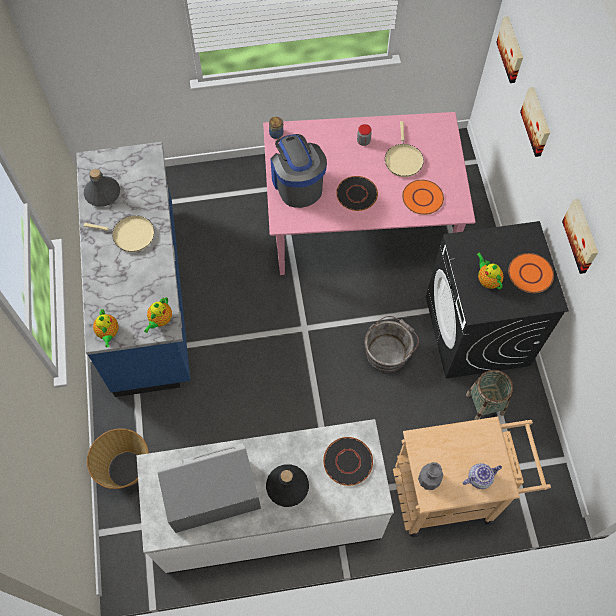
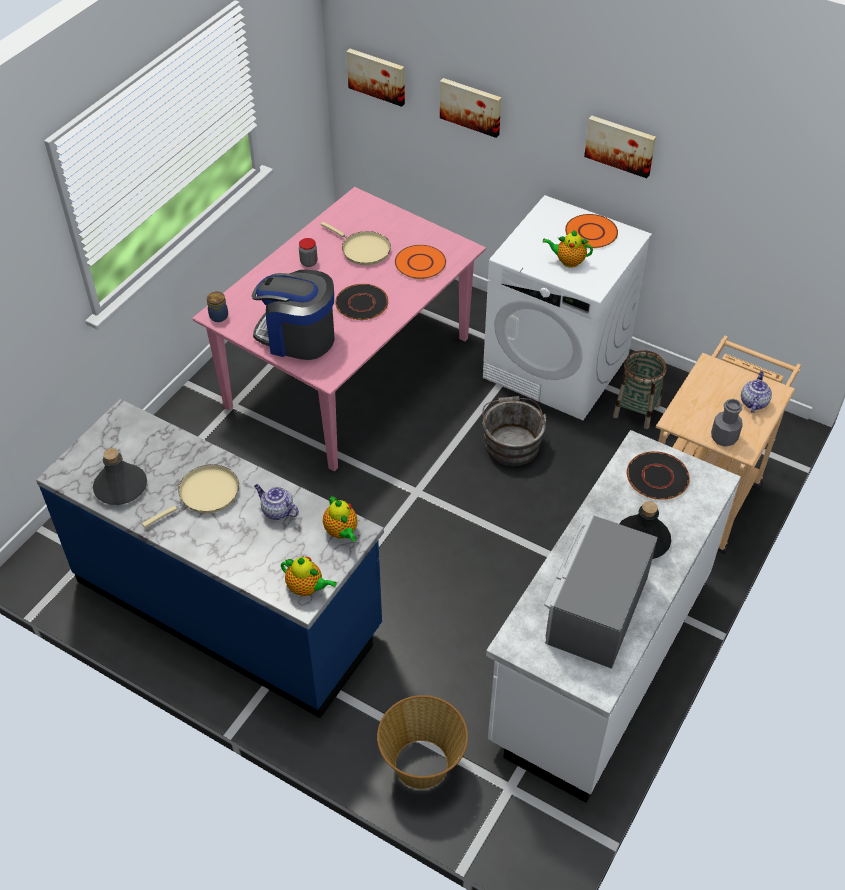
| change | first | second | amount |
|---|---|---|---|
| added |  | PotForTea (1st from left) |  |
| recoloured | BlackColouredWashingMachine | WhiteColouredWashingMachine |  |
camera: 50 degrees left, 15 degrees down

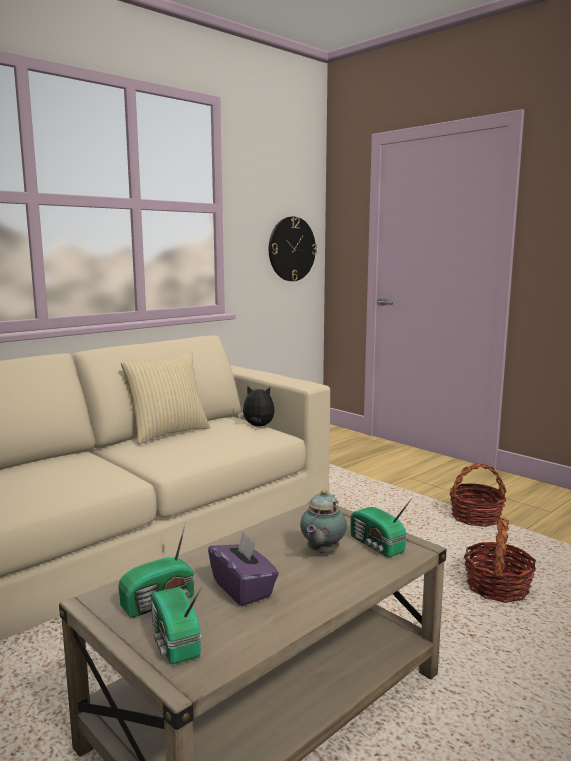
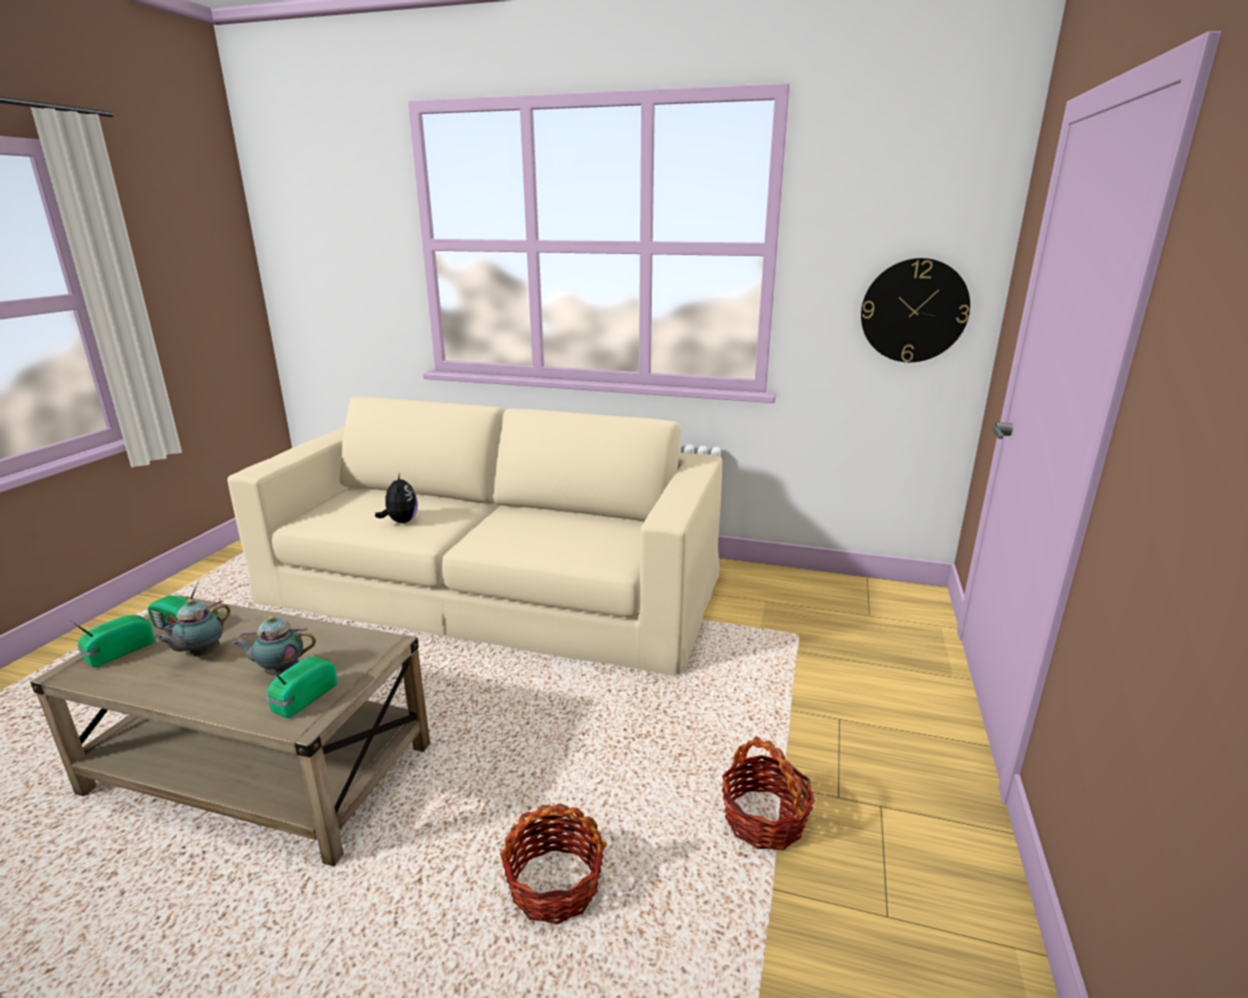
| change | first | second | amount |
|---|---|---|---|
| replaced | PurplishTissueBox | PotForTea (1st from left) |  |
| moved | PlushToy |  |  |
| removed | Pillow |  |  |
camera: 60 degrees right, 10 degrees up

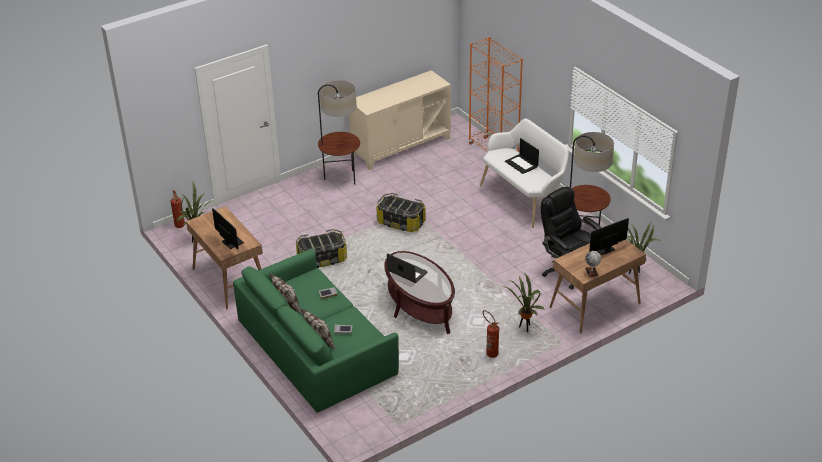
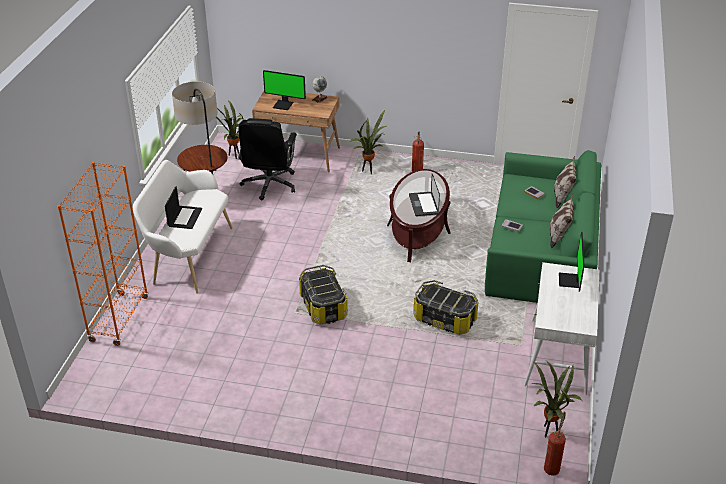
| change | first | second | amount |
|---|---|---|---|
| recoloured | BrownDeskTable (1st from left) | WhiteColouredDeskTable |  |
| removed | StandardLamp (1st from left) |  |  |
| removed | BeigeCabinet |  |  |
camera: 135 degrees left, 0 degrees up

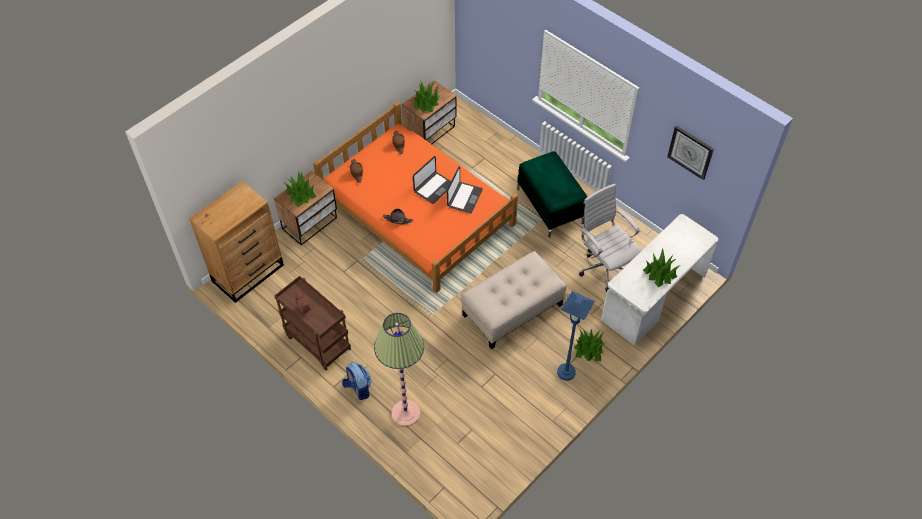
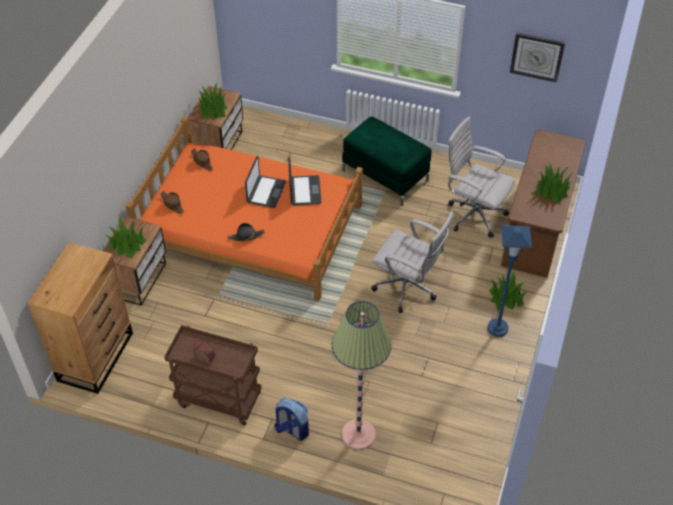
| change | first | second | amount |
|---|---|---|---|
| replaced | BeigeFootrest | WhiteColouredDeskChair (1st from left) |  |
| recoloured | WhiteColouredDeskTable | BrownDeskTable |  |
camera: 25 degrees left, 5 degrees down

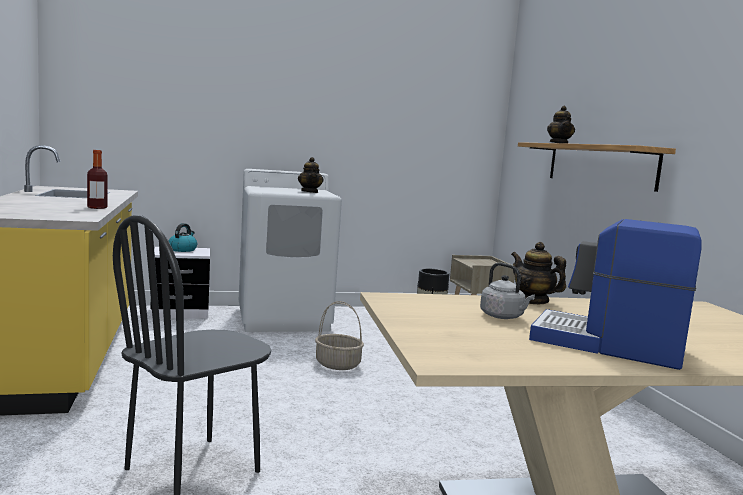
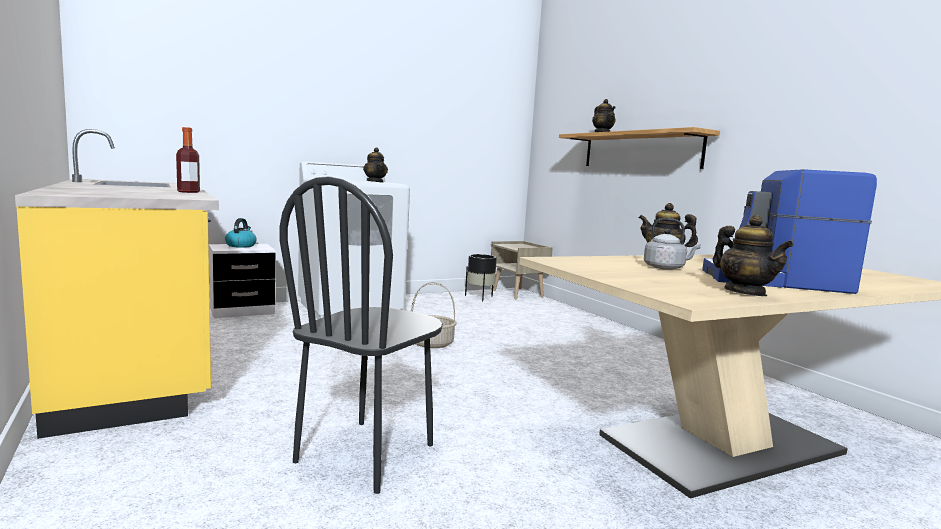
| change | first | second | amount |
|---|---|---|---|
| added |  | PotForTea (4th from left) |  |
camera: 15 degrees left, 0 degrees up

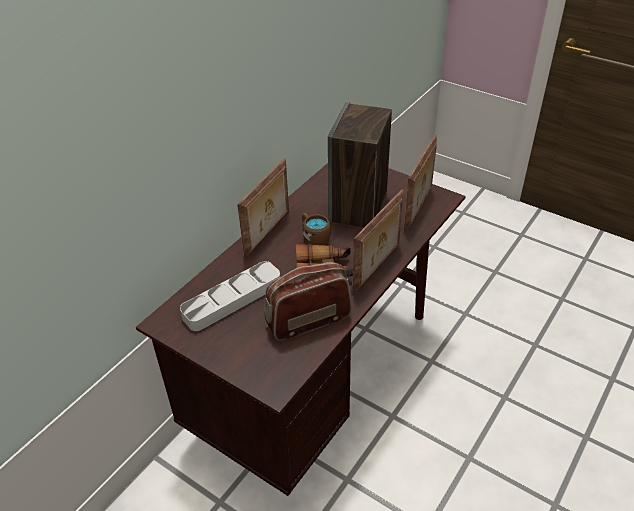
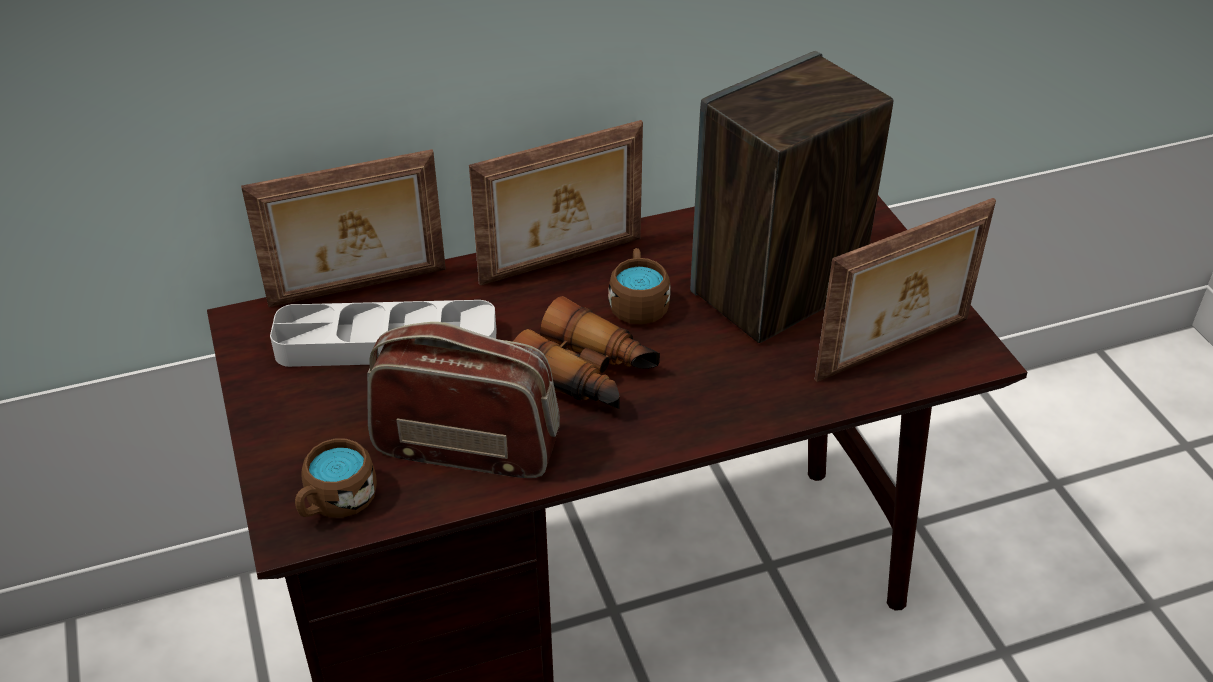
| change | first | second | amount |
|---|---|---|---|
| moved | PhotoFrame (2nd from left in the first image) | PhotoFrame (1st from left) |  |
| added |  | BrownMug (1st from left) |  |
camera: 35 degrees right, 0 degrees up

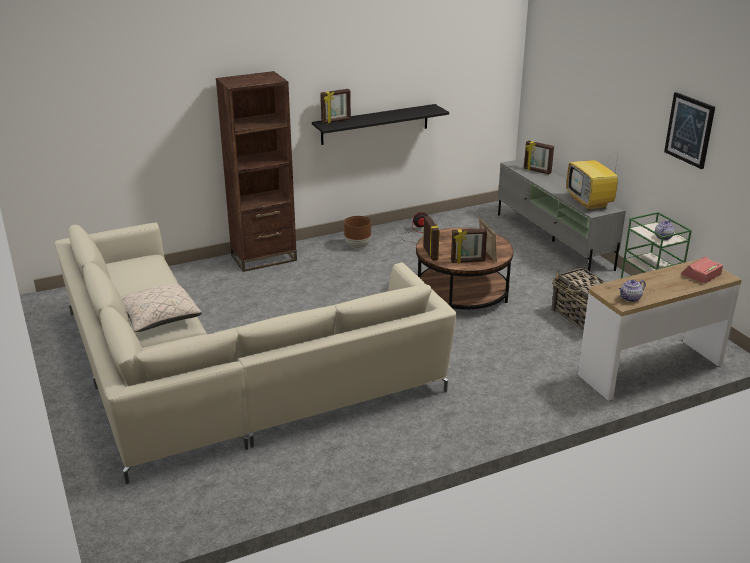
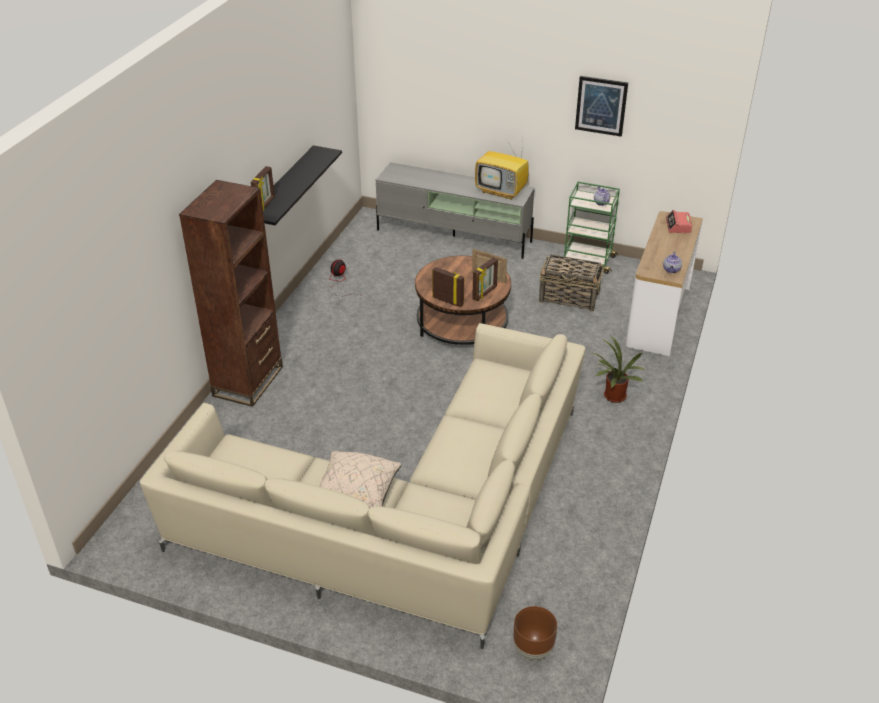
| change | first | second | amount |
|---|---|---|---|
| moved | BrownFlowerPot |  |  |
| added |  | PlantInAPot |  |
| removed | PhotoFrame (5th from left) |  |  |
camera: 45 degrees left, 10 degrees up

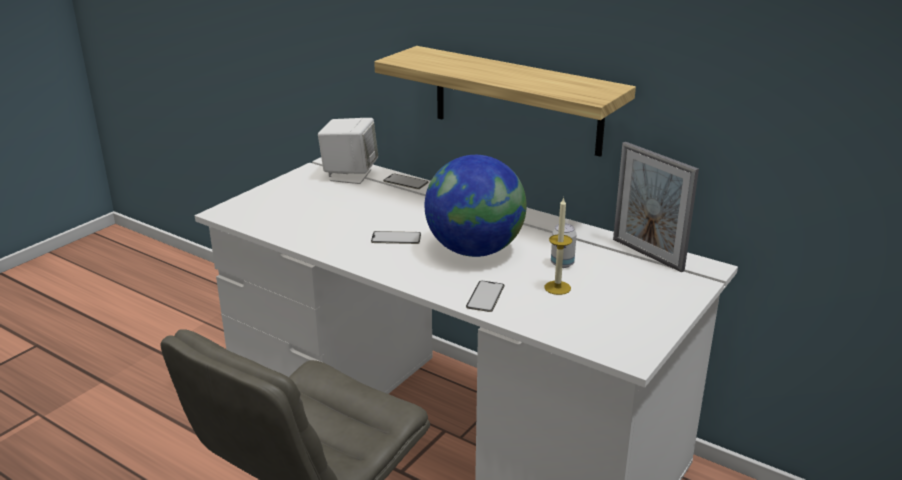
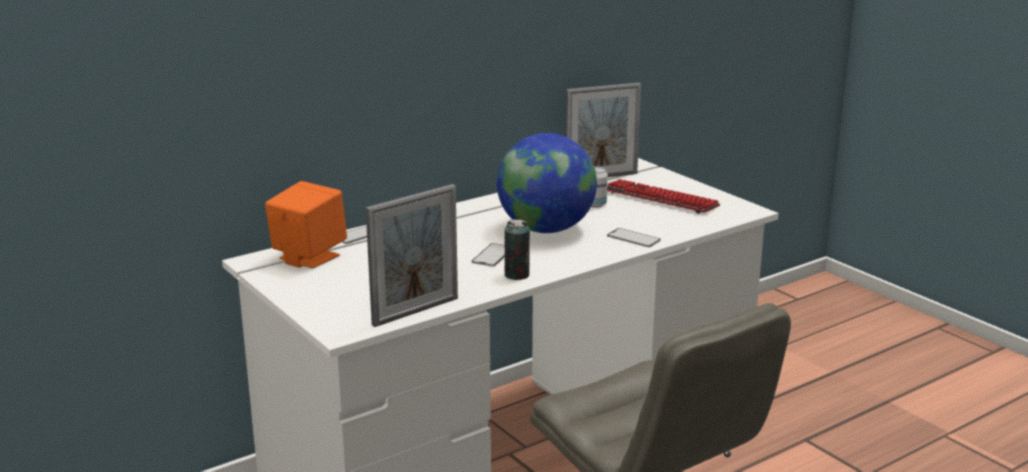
| change | first | second | amount |
|---|---|---|---|
| recoloured | WhiteColouredAudioSpeaker | OrangeAudioSpeaker |  |
| added |  | PhotoFrame (1st from left) |  |
| added |  | MetalCan (1st from left) |  |
| added |  | ComputerKeyboard |  |
| removed | Shelf |  |  |
| removed | WaxCandle |  |  |
camera: 70 degrees left, 5 degrees down

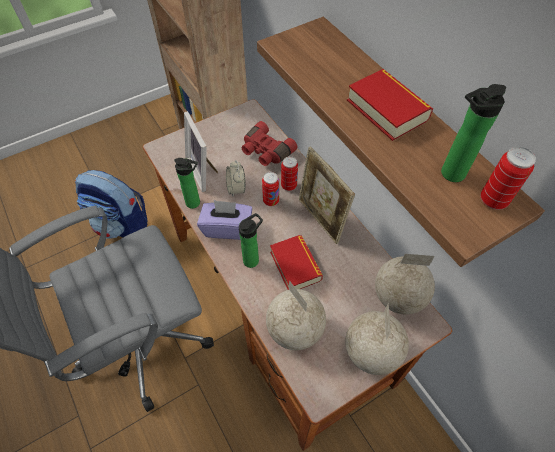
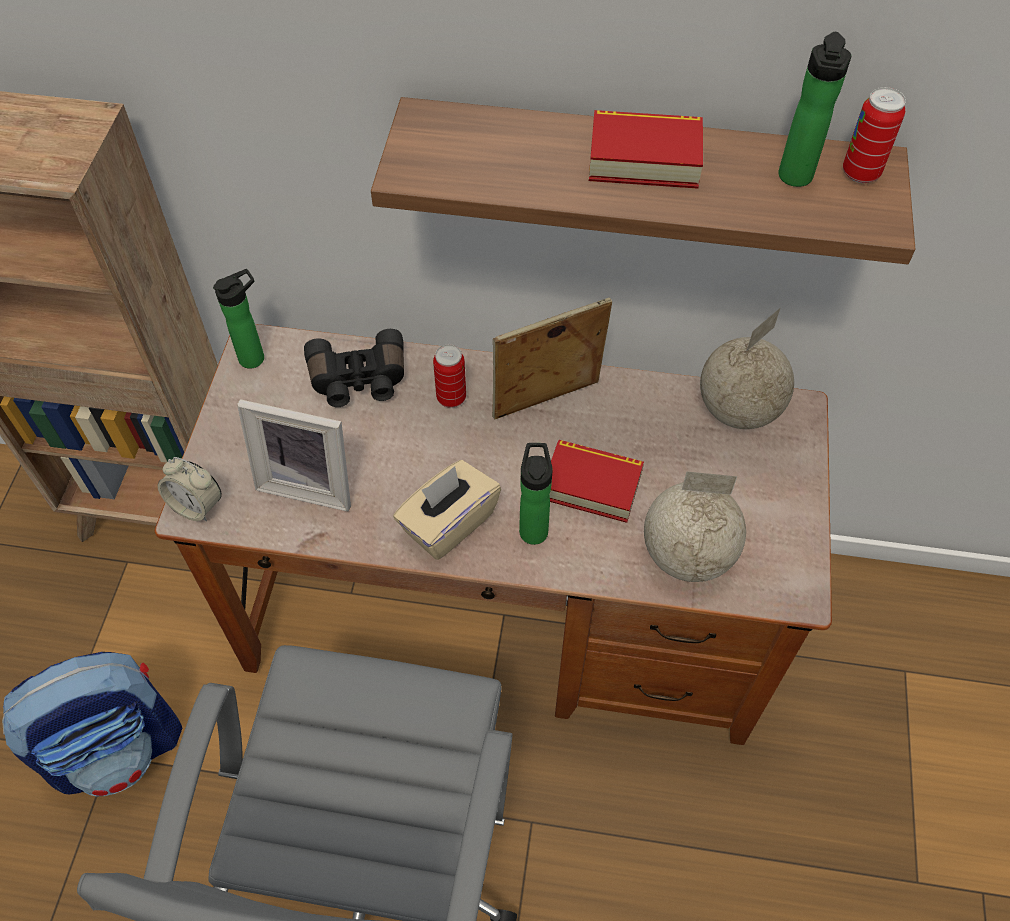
| change | first | second | amount |
|---|---|---|---|
| moved | BedsideClock |  |  |
| moved | Bottle (1st from left) |  |  |
| recoloured | ReddishPairOfBinoculars | BlackColouredPairOfBinoculars |  |
| recoloured | PurplishTissueBox | BeigeTissueBox |  |
| turned | PhotoFrame (2nd from left) |  | 150 degrees clockwise |
| removed | MetalCan (1st from left) |  |  |
| removed | WorldGlobe (2nd from left) |  |  |
camera: 50 degrees left, 0 degrees up

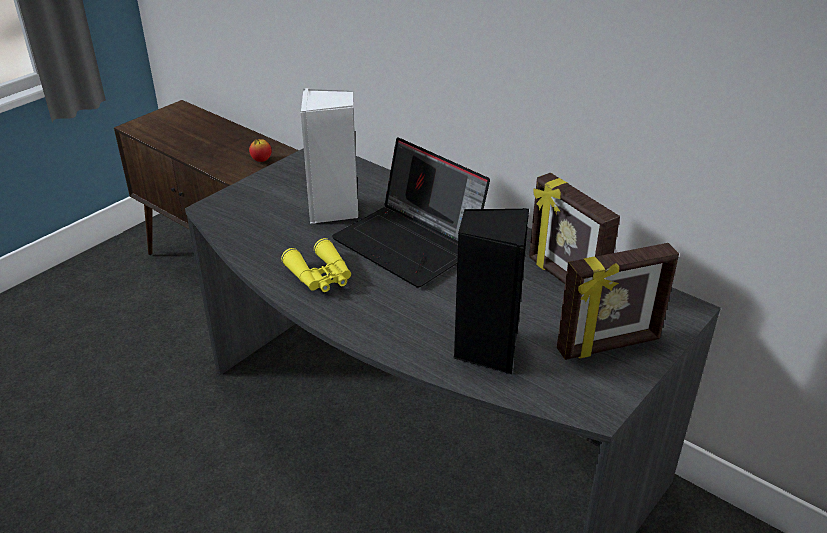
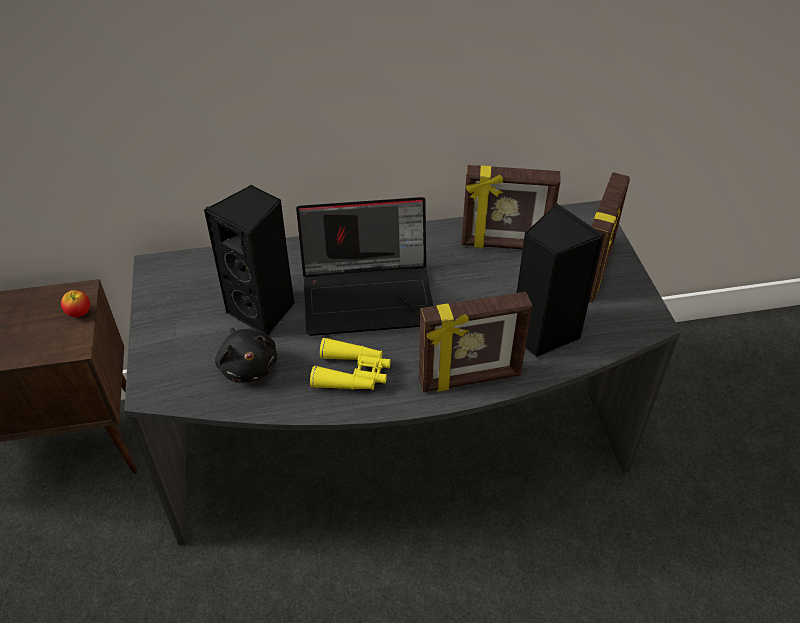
| change | first | second | amount |
|---|---|---|---|
| recoloured | WhiteColouredAudioSpeaker | BlackColouredAudioSpeaker (1st from left) |  |
| added |  | BlackColouredPlushToy |  |
| added |  | PhotoFrame (1st from left) |  |
camera: 50 degrees left, 10 degrees up

